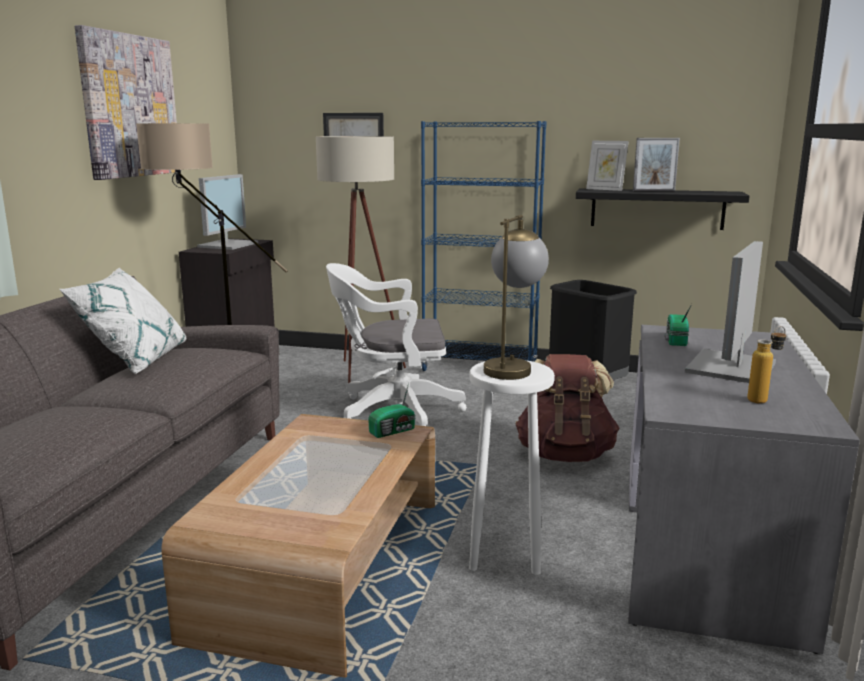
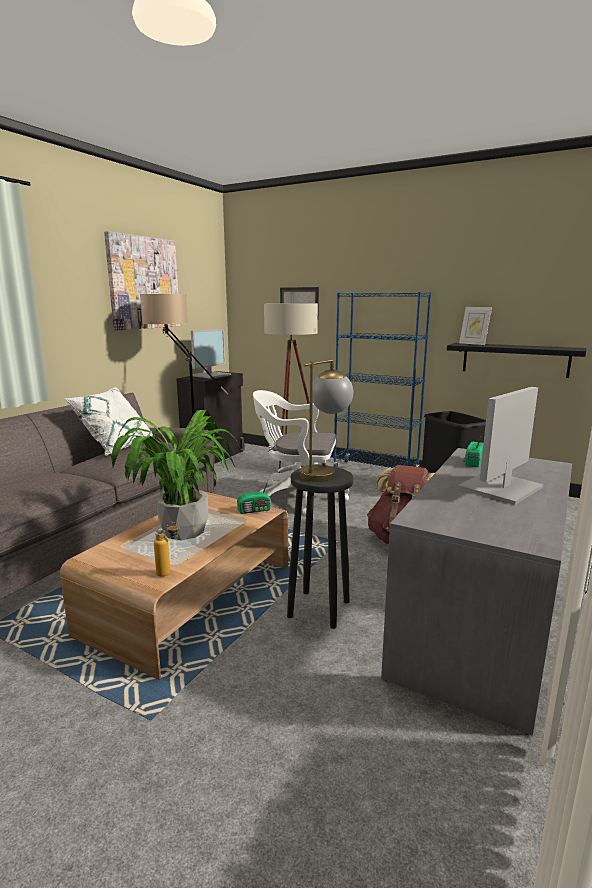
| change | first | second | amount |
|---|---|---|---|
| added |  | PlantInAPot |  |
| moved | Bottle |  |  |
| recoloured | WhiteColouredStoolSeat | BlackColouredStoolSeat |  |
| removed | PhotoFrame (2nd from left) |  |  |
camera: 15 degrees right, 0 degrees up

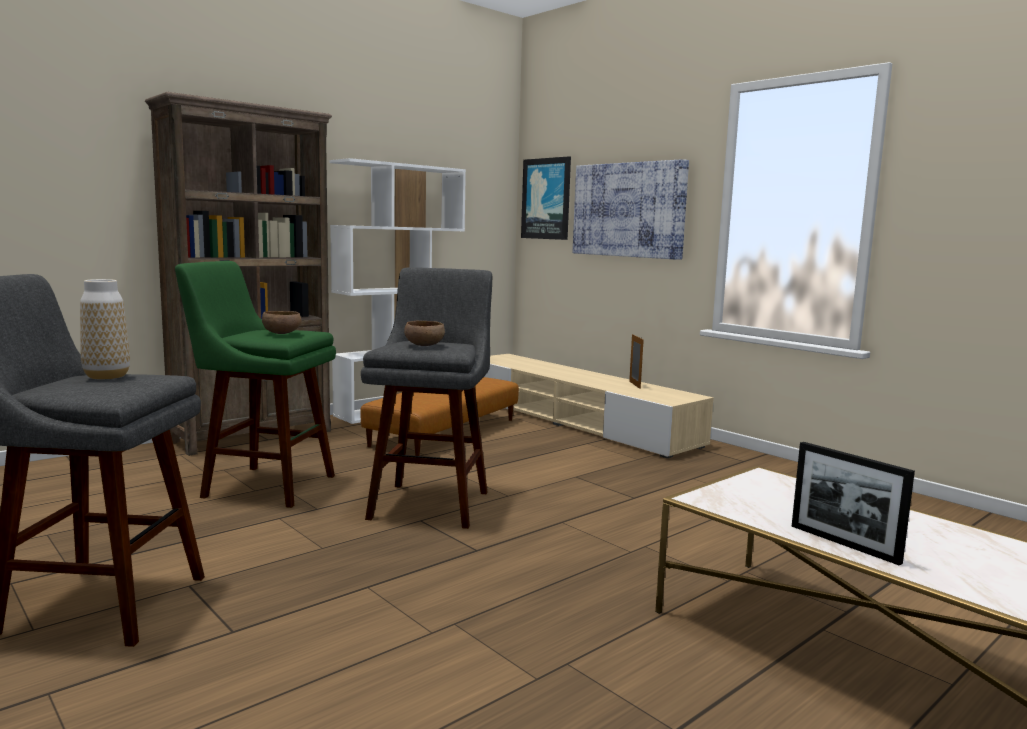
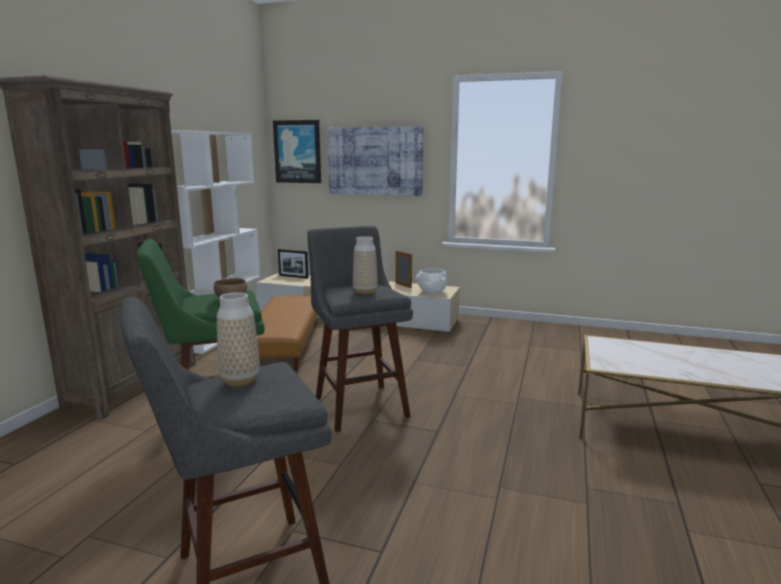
| change | first | second | amount |
|---|---|---|---|
| moved | PhotoFrame (2nd from left in the first image) | PhotoFrame (1st from left) |  |
| replaced | BrownServingBowl (2nd from left) | FlowerVase (2nd from left) |  |
| added |  | WhiteColouredServingBowl |  |
camera: 30 degrees left, 5 degrees up

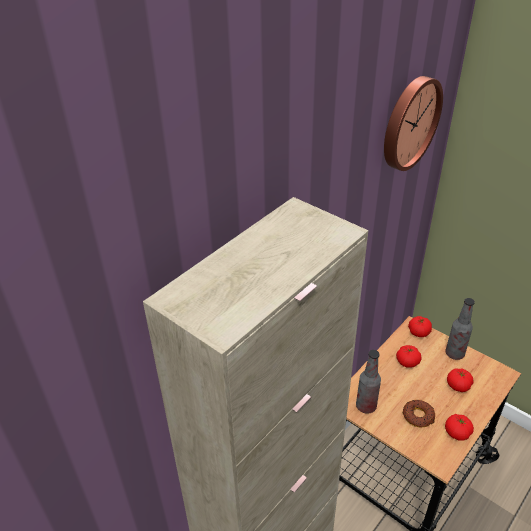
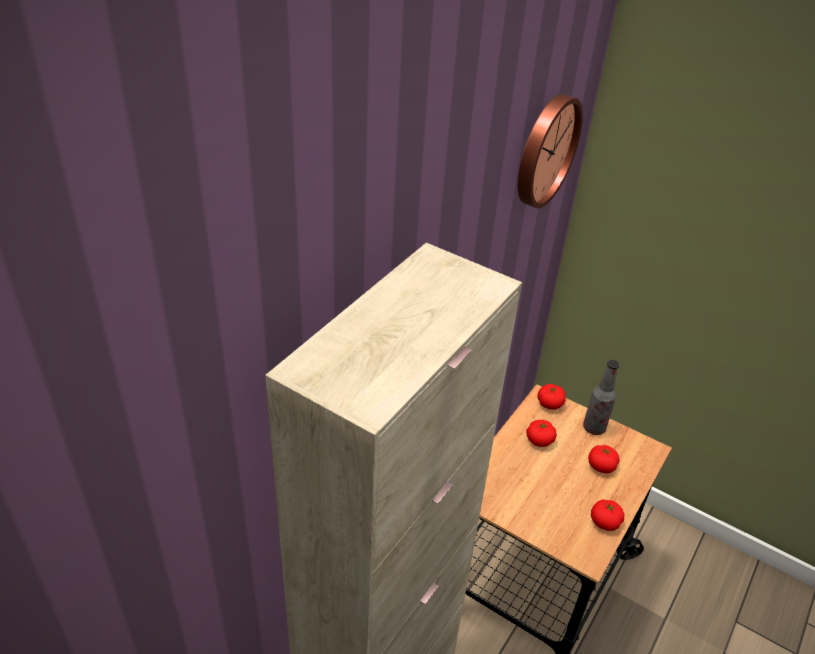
| change | first | second | amount |
|---|---|---|---|
| removed | Bottle (1st from left) |  |  |
| removed | RingDoughnut |  |  |
camera: 10 degrees left, 0 degrees up

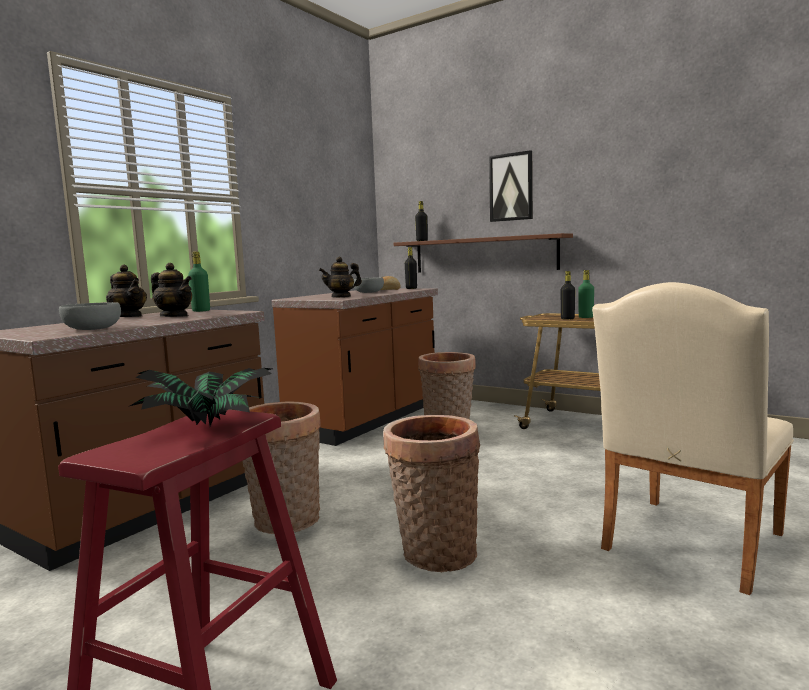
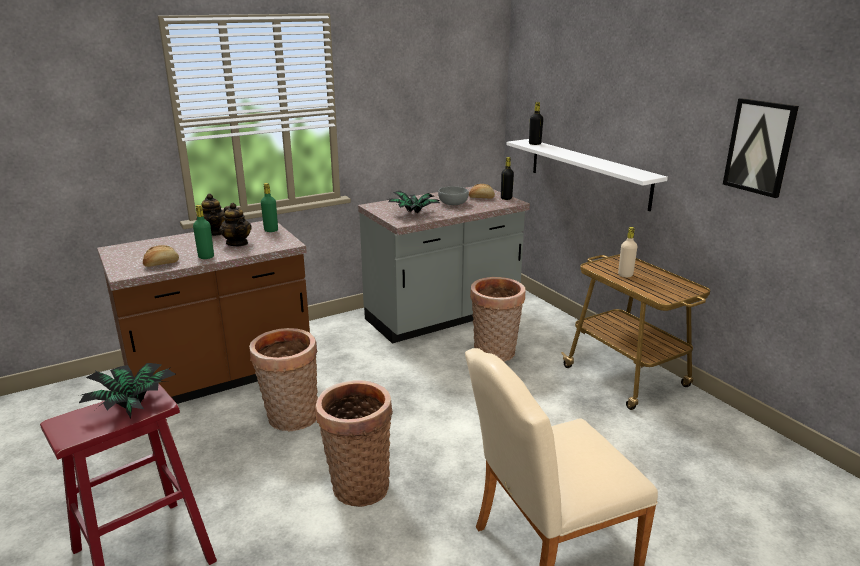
| change | first | second | amount |
|---|---|---|---|
| replaced | GrayServingBowl (1st from left) | BakeryBread (1st from left) |  |
| moved | GreenBottle (2nd from left in the first image) | GreenBottle (1st from left) |  |
| recoloured | BrownCounter (2nd from left) | GrayCounter |  |
| replaced | PotForTea (3rd from left) | PlantInAPot (2nd from left) |  |
| recoloured | BrownShelf | WhiteColouredShelf |  |
| recoloured | BlackColouredBottle (3rd from left) | BeigeBottle |  |
| moved | Picture |  |  |
camera: 25 degrees right, 15 degrees up

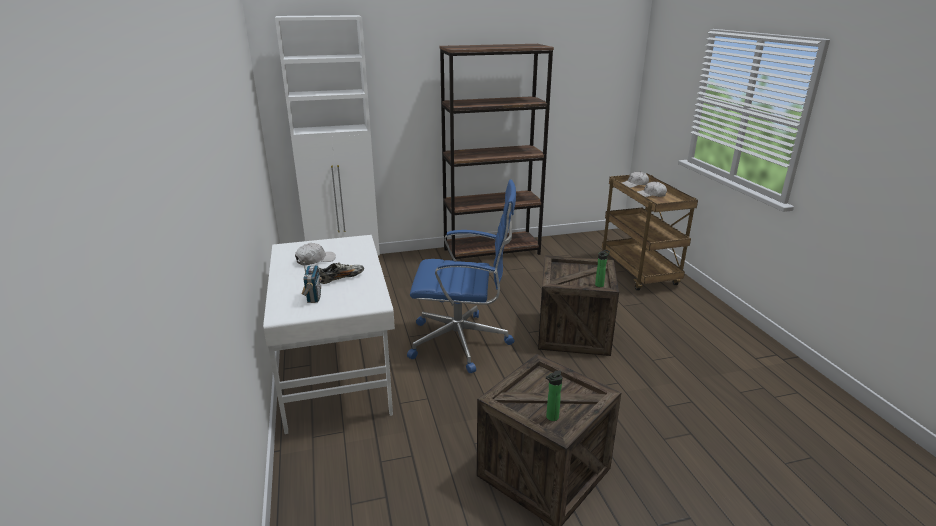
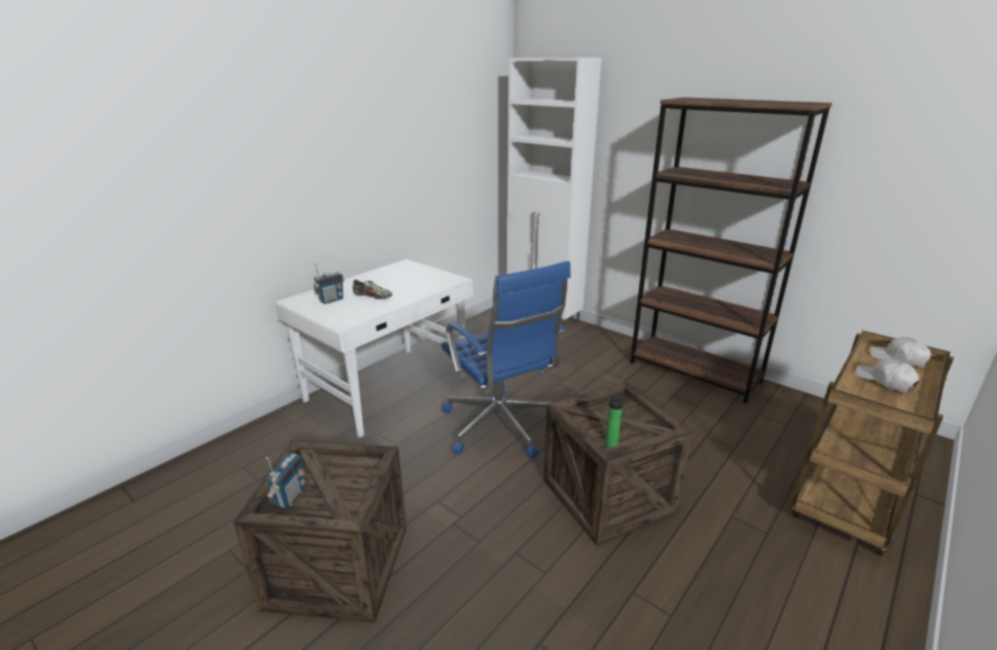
| change | first | second | amount |
|---|---|---|---|
| replaced | Bottle (1st from left) | RadioReceiver (1st from left) |  |
| removed | WhiteColouredPeakedCap (1st from left) |  |  |
camera: 55 degrees right, 0 degrees up

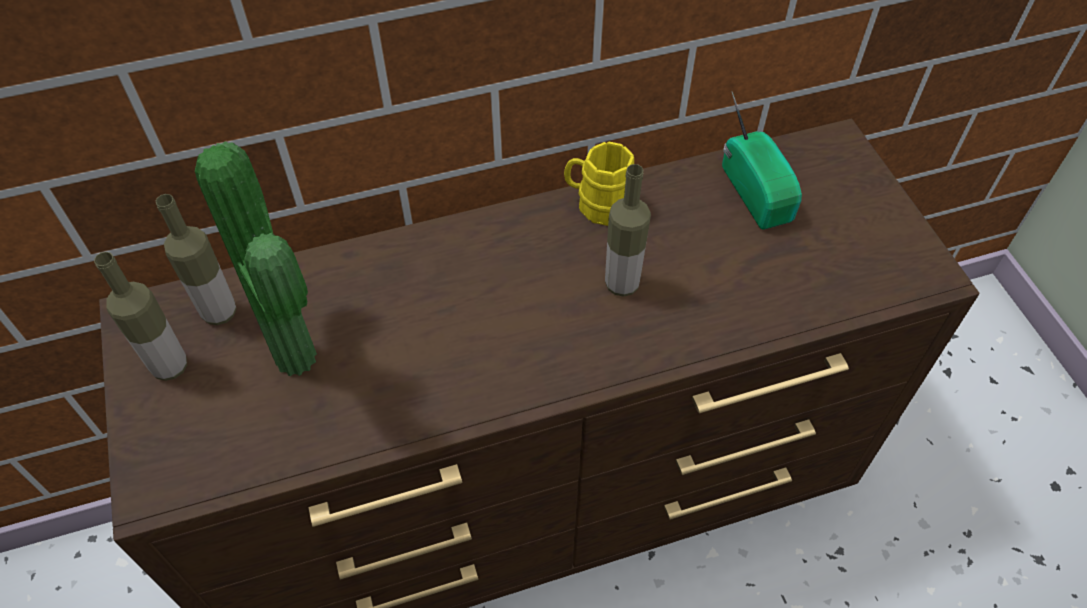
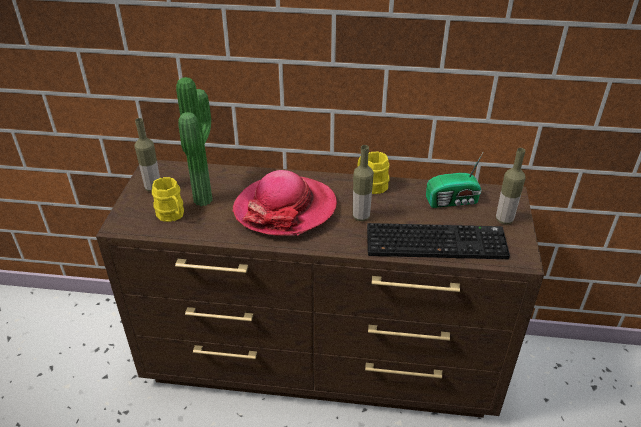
| change | first | second | amount |
|---|---|---|---|
| added |  | YellowMug (1st from left) |  |
| added |  | Hat |  |
| added |  | ComputerKeyboard |  |
| turned | RadioReceiver |  | 75 degrees clockwise |
| moved | Bottle (2nd from left in the first image) | Bottle (3rd from left) |  |
camera: 25 degrees right, 15 degrees down

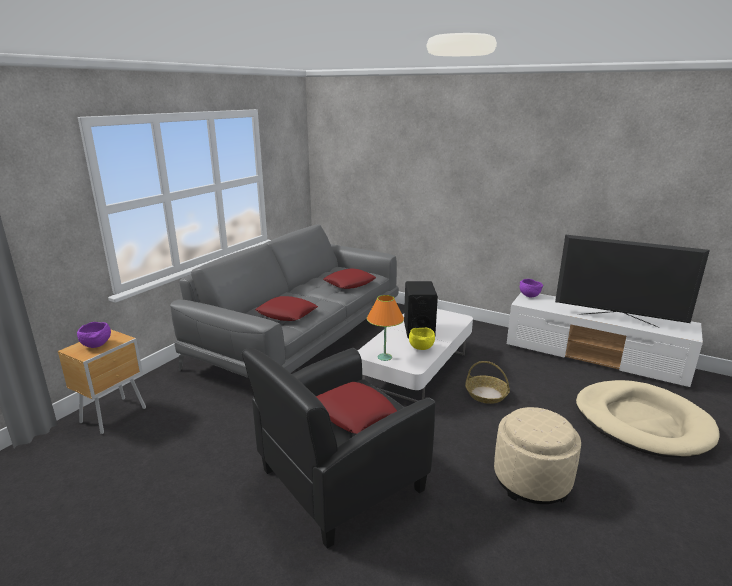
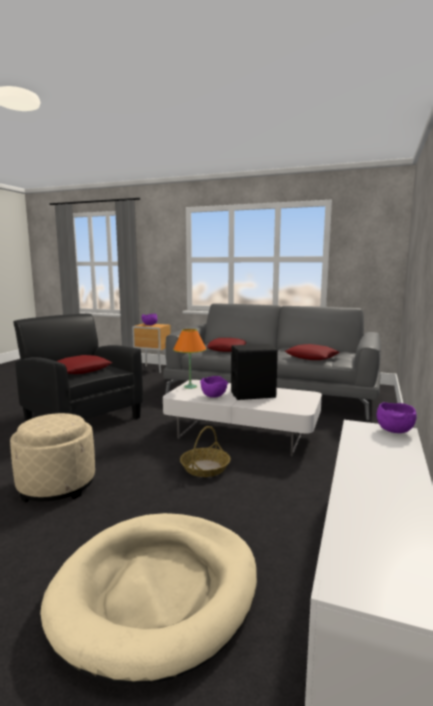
| change | first | second | amount |
|---|---|---|---|
| recoloured | YellowServingBowl | PurplishServingBowl (2nd from left) |  |
| removed | TvSet |  |  |
camera: 80 degrees right, 10 degrees down

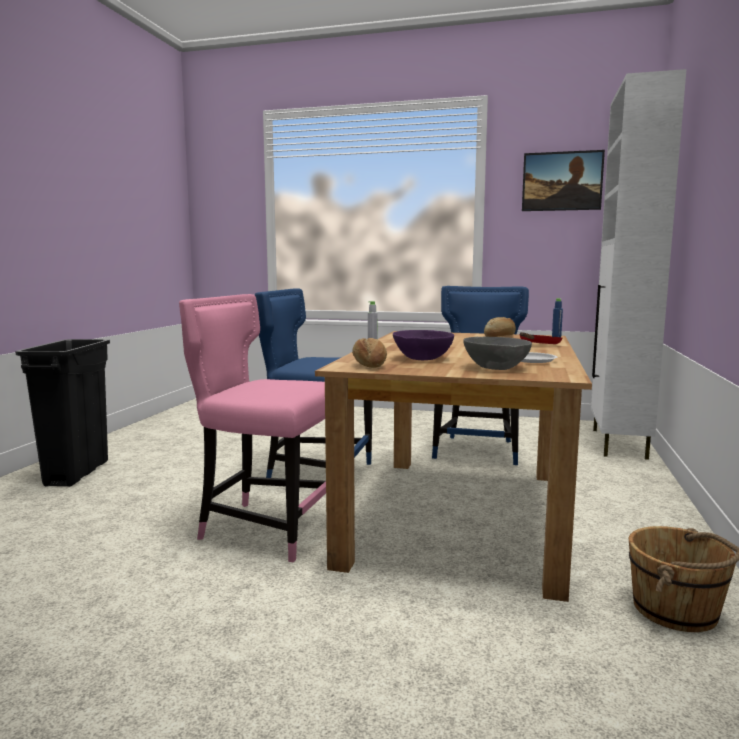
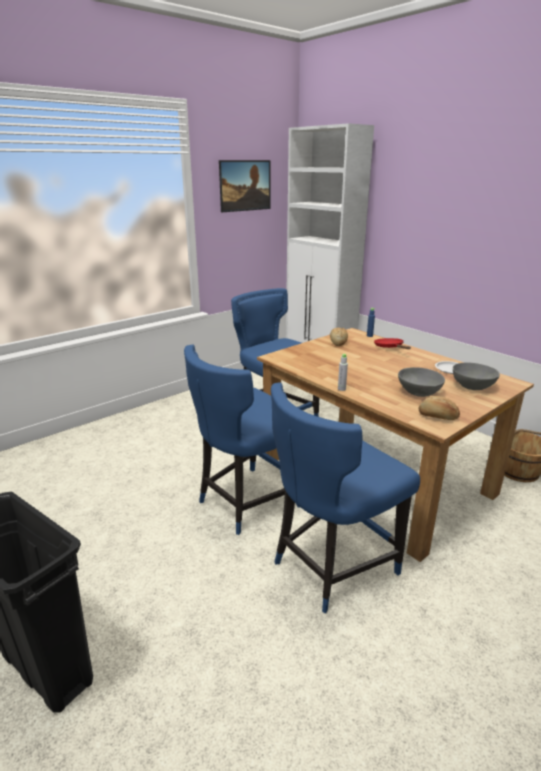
| change | first | second | amount |
|---|---|---|---|
| recoloured | PinkUprightChair | BluishUprightChair (3rd from left) |  |
| recoloured | PurplishServingBowl | GrayServingBowl (1st from left) |  |
camera: 55 degrees left, 15 degrees up

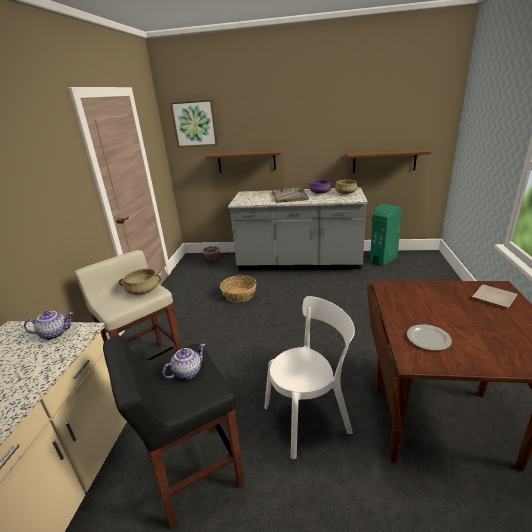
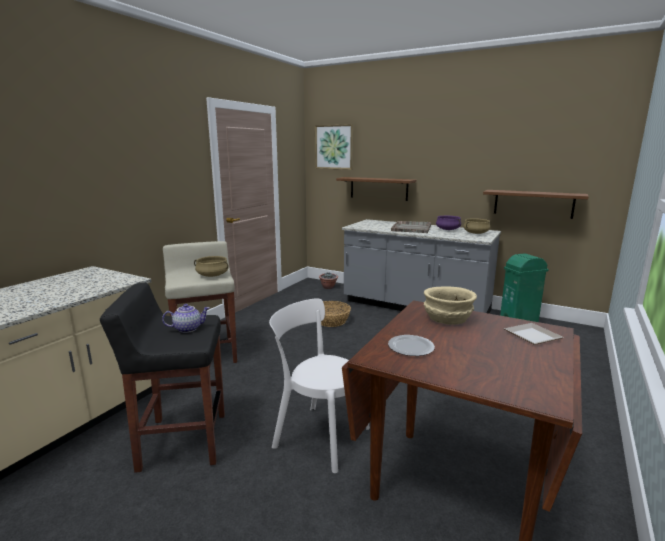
| change | first | second | amount |
|---|---|---|---|
| turned | WhiteColouredUprightChair |  | 150 degrees counterclockwise |
| added |  | BeigeServingBowl |  |
| removed | PotForTea (1st from left) |  |  |
camera: 20 degrees right, 10 degrees down

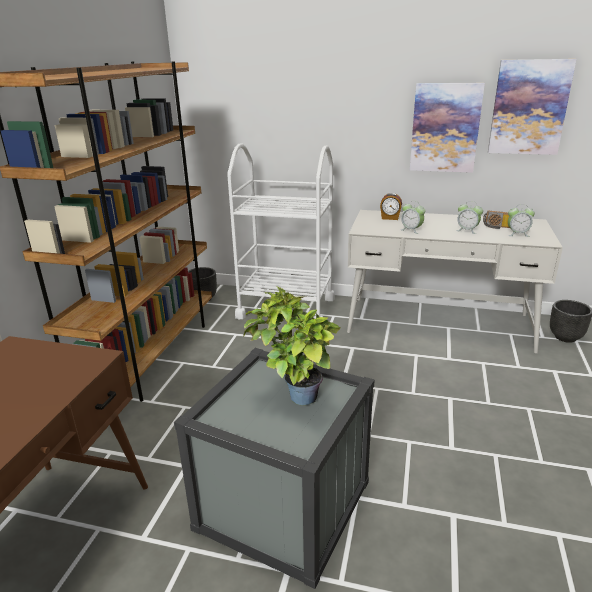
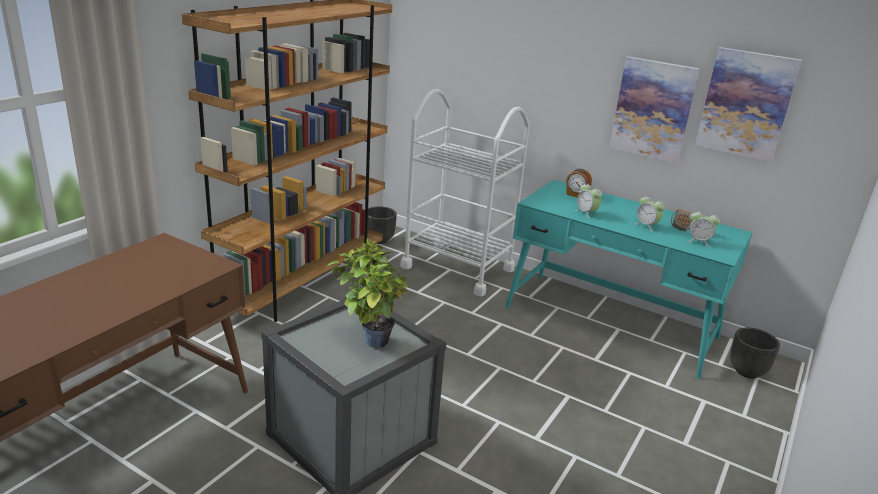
| change | first | second | amount |
|---|---|---|---|
| recoloured | WhiteColouredDeskTable | TurquoiseColouredDeskTable |  |
camera: 15 degrees right, 0 degrees up

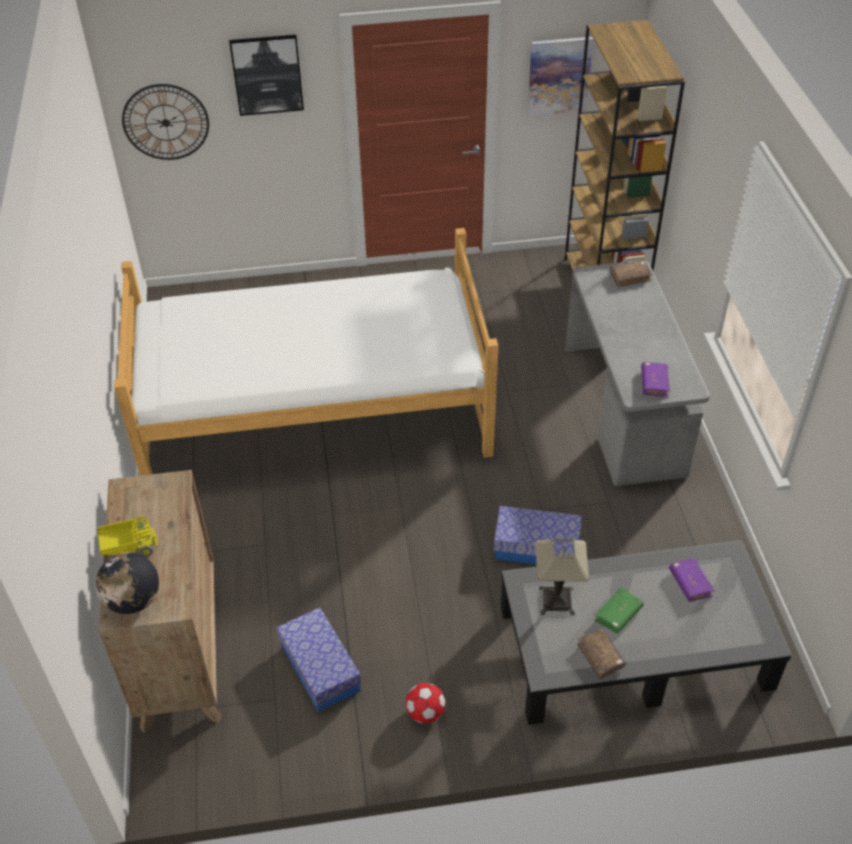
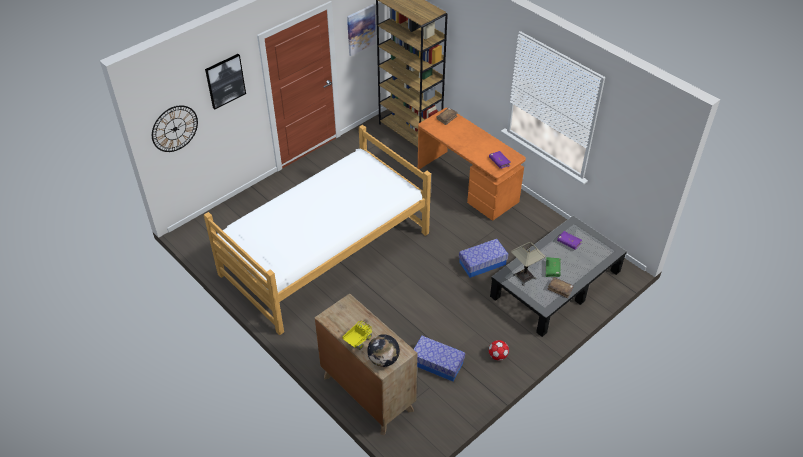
| change | first | second | amount |
|---|---|---|---|
| recoloured | GrayDeskTable | OrangeDeskTable |  |
camera: 35 degrees left, 0 degrees up

